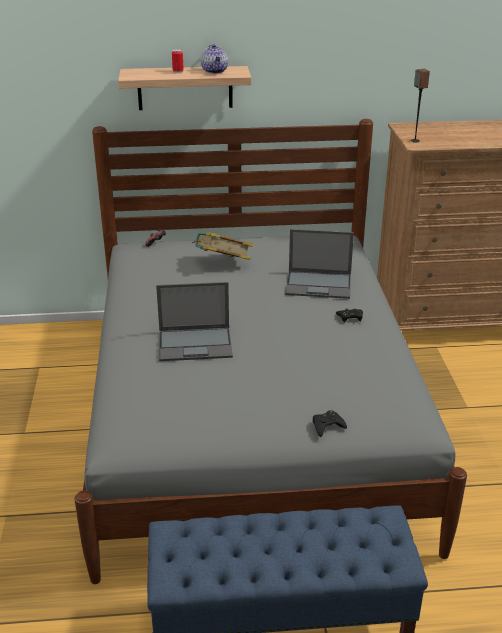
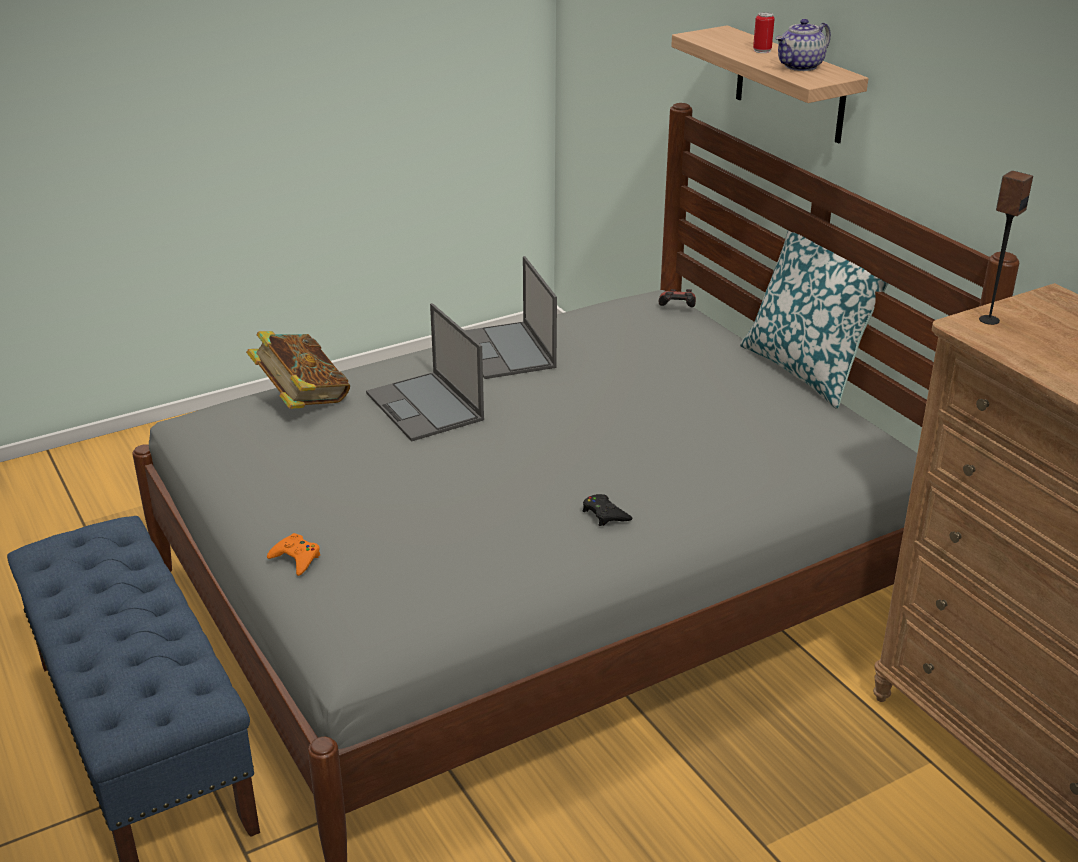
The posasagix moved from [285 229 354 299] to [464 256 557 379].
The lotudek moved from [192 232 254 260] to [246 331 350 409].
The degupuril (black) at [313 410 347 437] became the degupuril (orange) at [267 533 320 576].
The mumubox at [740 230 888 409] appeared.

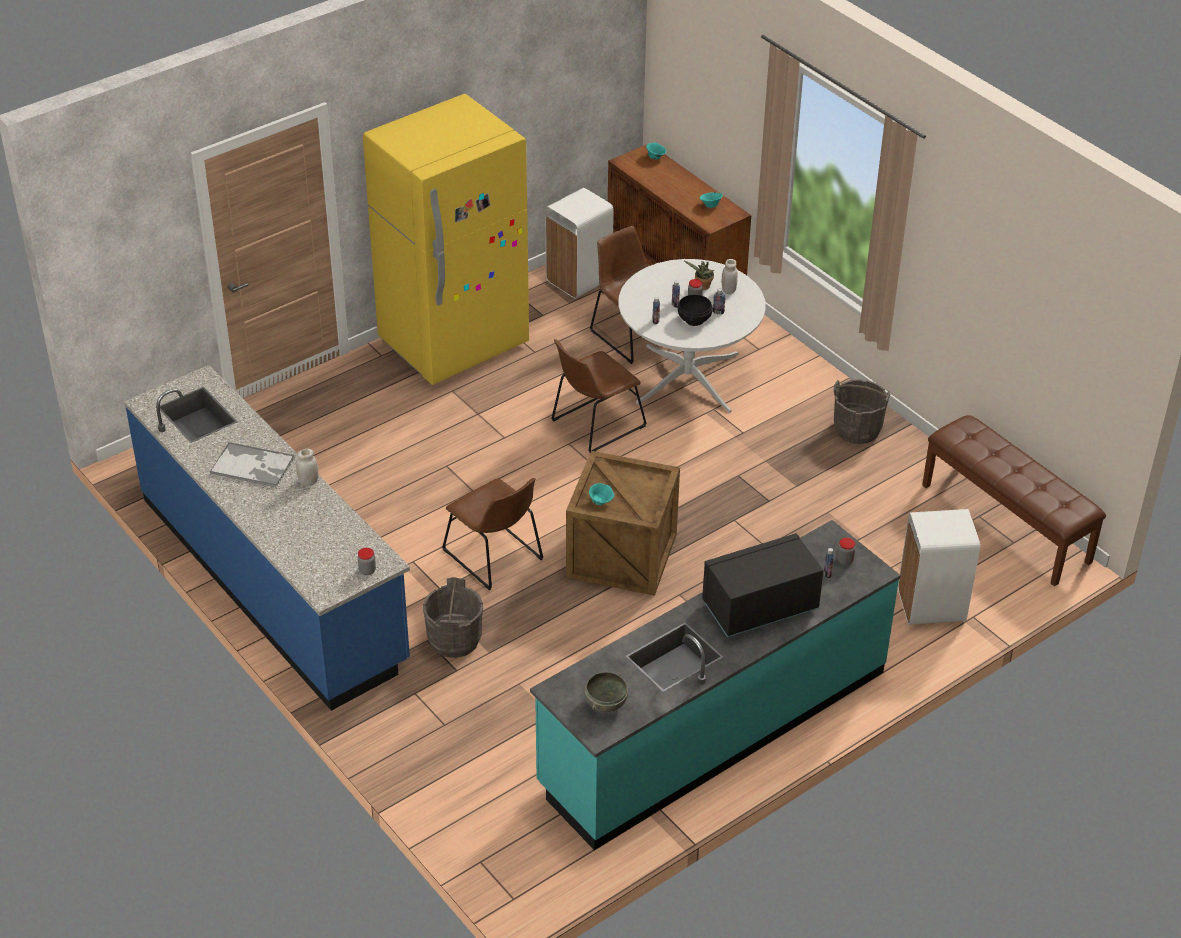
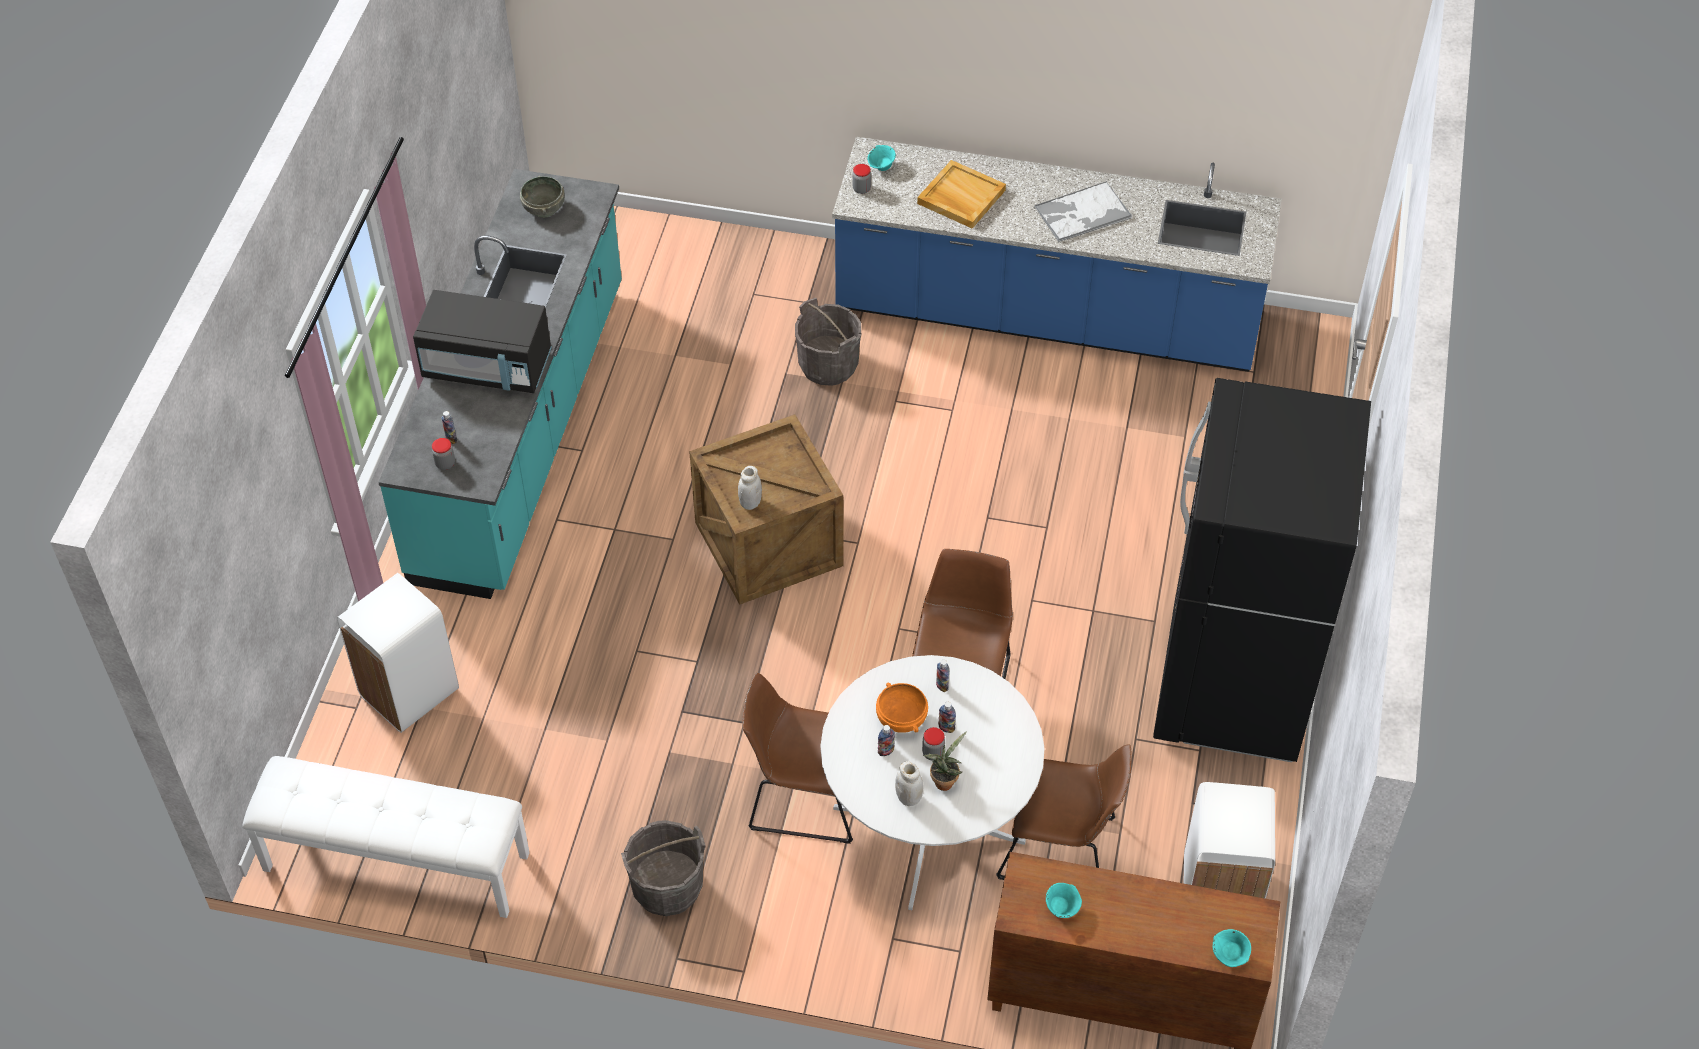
The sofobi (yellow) at [363 94 529 385] became the sofobi (black) at [1153 378 1371 762].
The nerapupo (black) at [678 295 713 326] became the nerapupo (orange) at [876 683 928 733].
The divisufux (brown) at [922 415 1106 586] became the divisufux (white) at [242 756 530 918].
The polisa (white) moved from [296 449 319 486] to [738 466 762 510].
The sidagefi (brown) moved from [442 478 543 590] to [742 673 853 844].
The nerapupo (turquoise) moved from [589 483 614 505] to [867 145 896 171].
The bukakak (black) at [702 533 823 638] turned 75 degrees clockwise.
The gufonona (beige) at [917 160 1006 229] appeared.

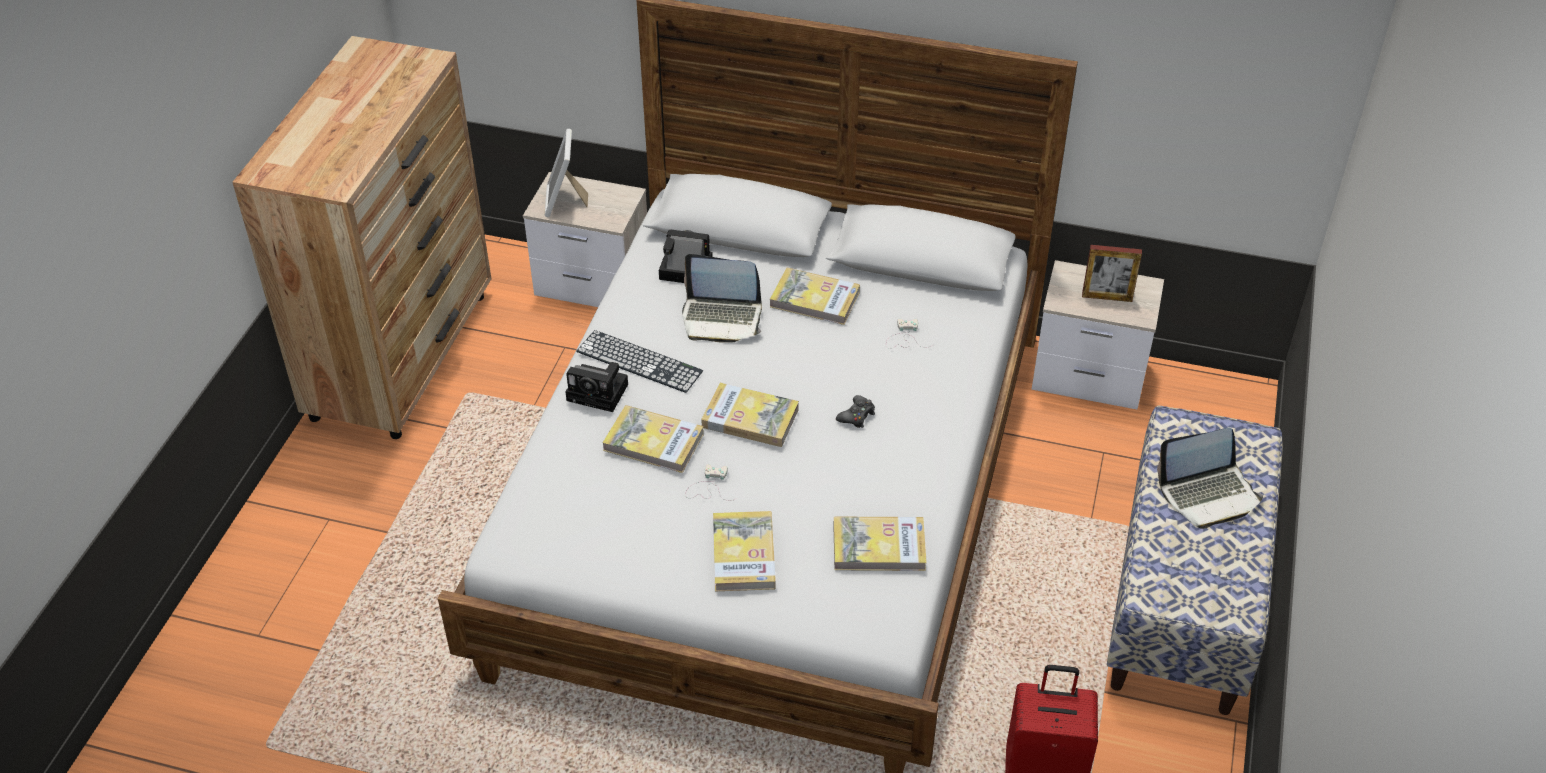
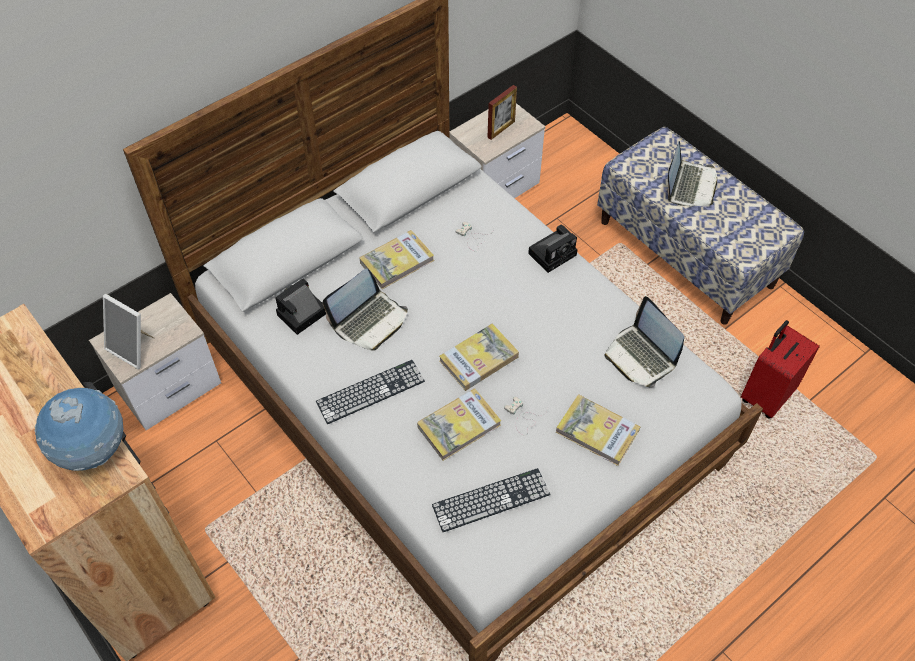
The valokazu moved from [566 362 628 412] to [528 225 578 273].
The degupuril (black) at [836 395 875 428] disappeared.
The lotudek at [833 516 927 571] was replaced by the posasagix at [604 296 684 388].
The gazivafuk at [35 388 123 471] appeared.
The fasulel at [432 468 551 532] appeared.

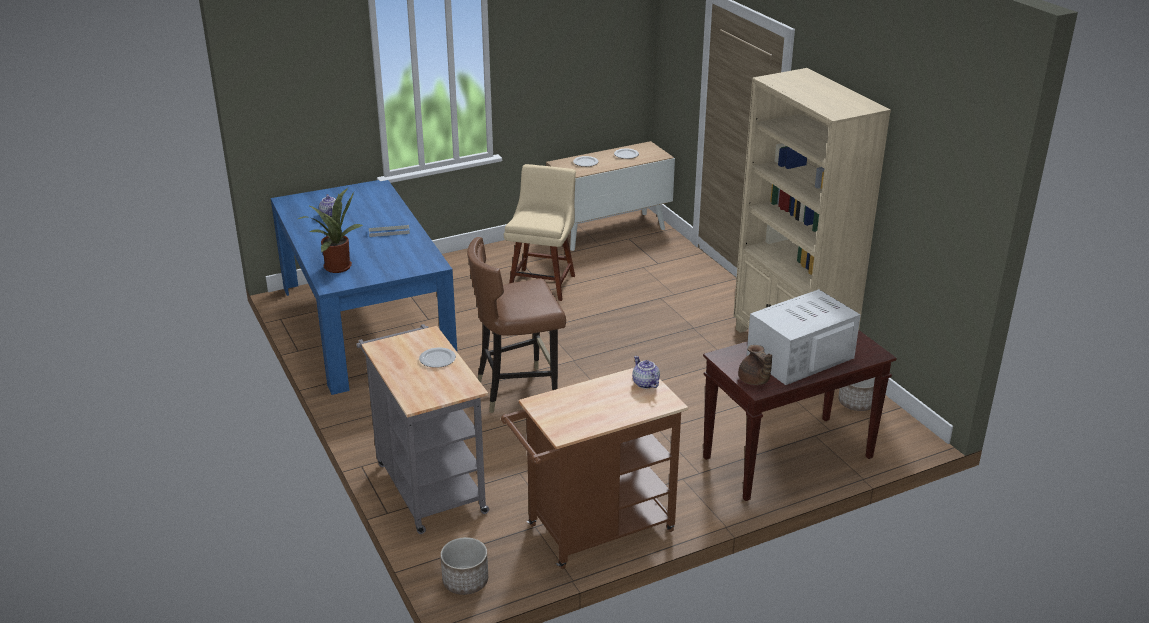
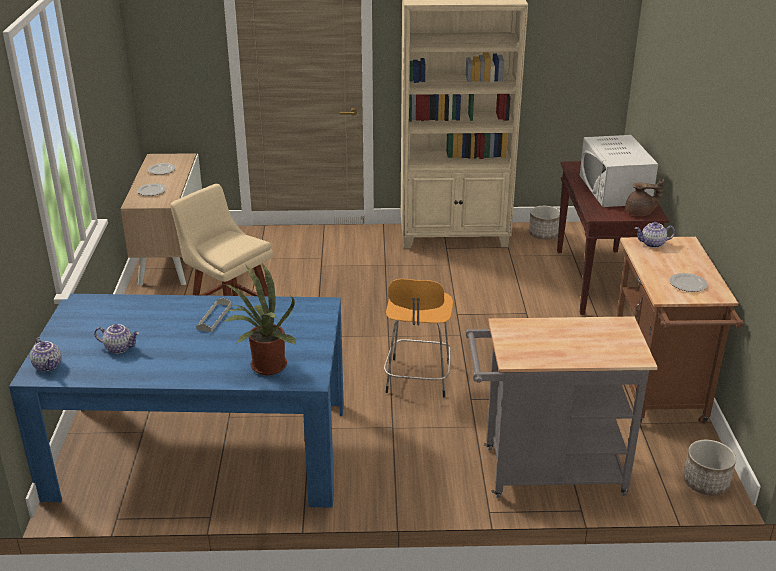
The sidagefi (brown) at [467 237 566 413] was replaced by the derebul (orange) at [384 279 453 397].
The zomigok moved from [419 348 456 368] to [670 273 707 292].
The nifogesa at [30 338 62 371] appeared.

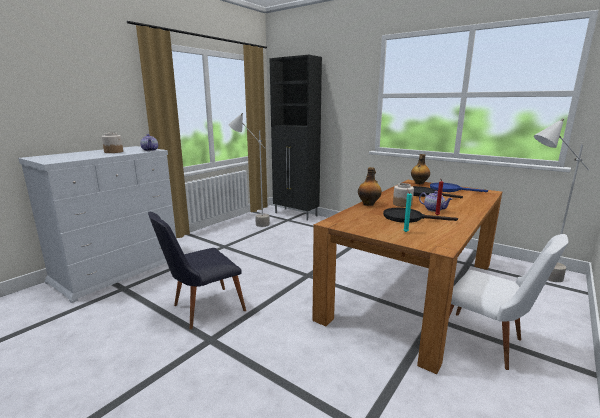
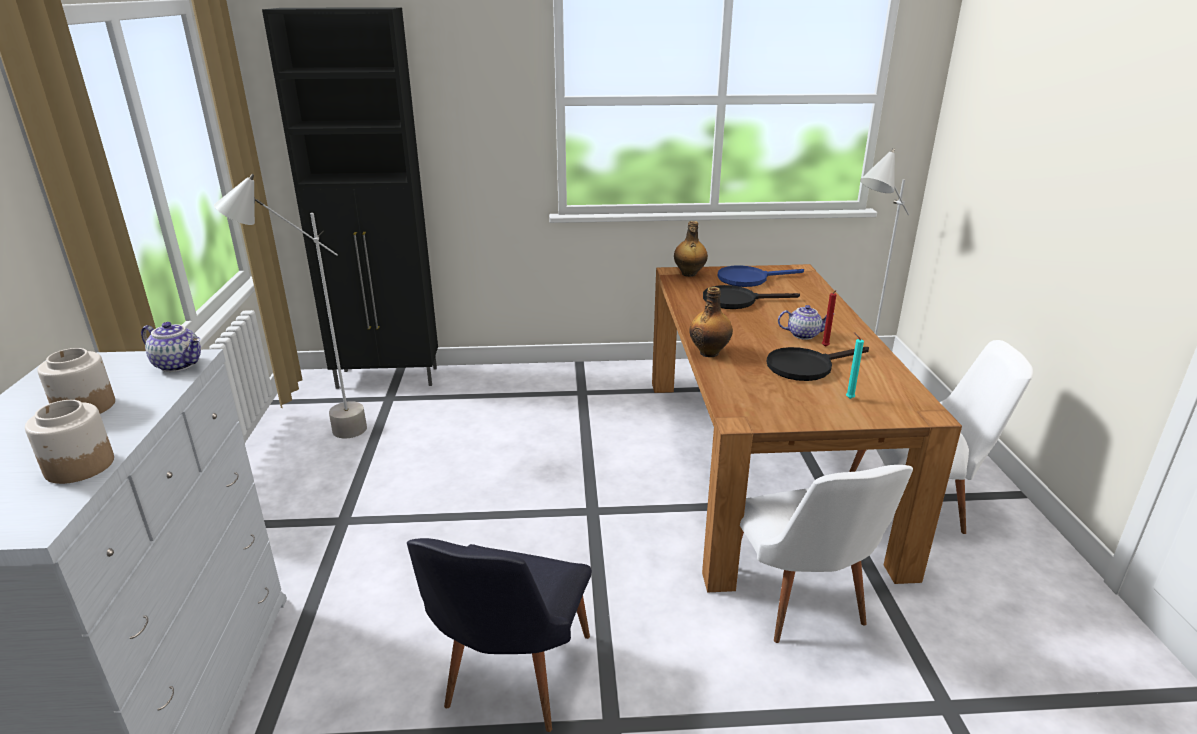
The polisa moved from [393 183 414 207] to [25 400 114 484].
The sidagefi (white) at [740 465 913 643] appeared.

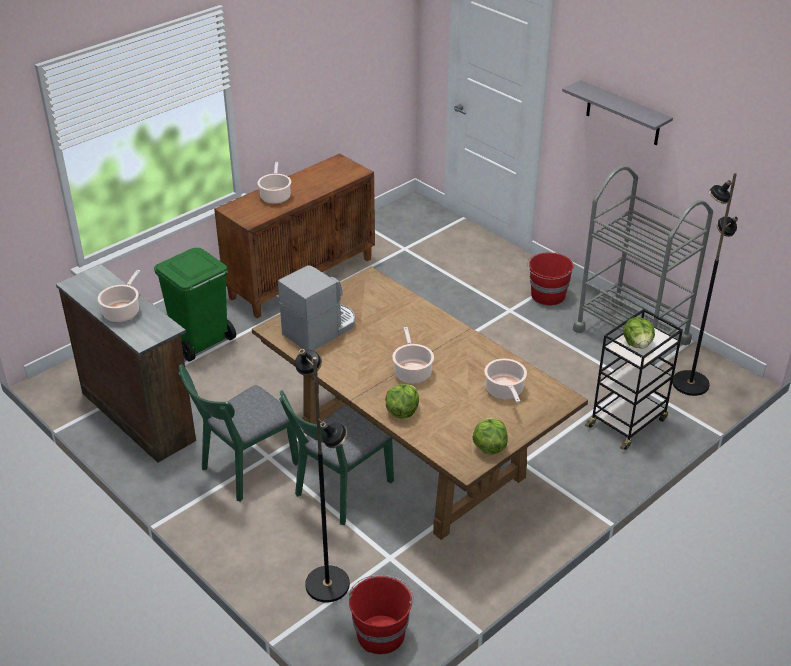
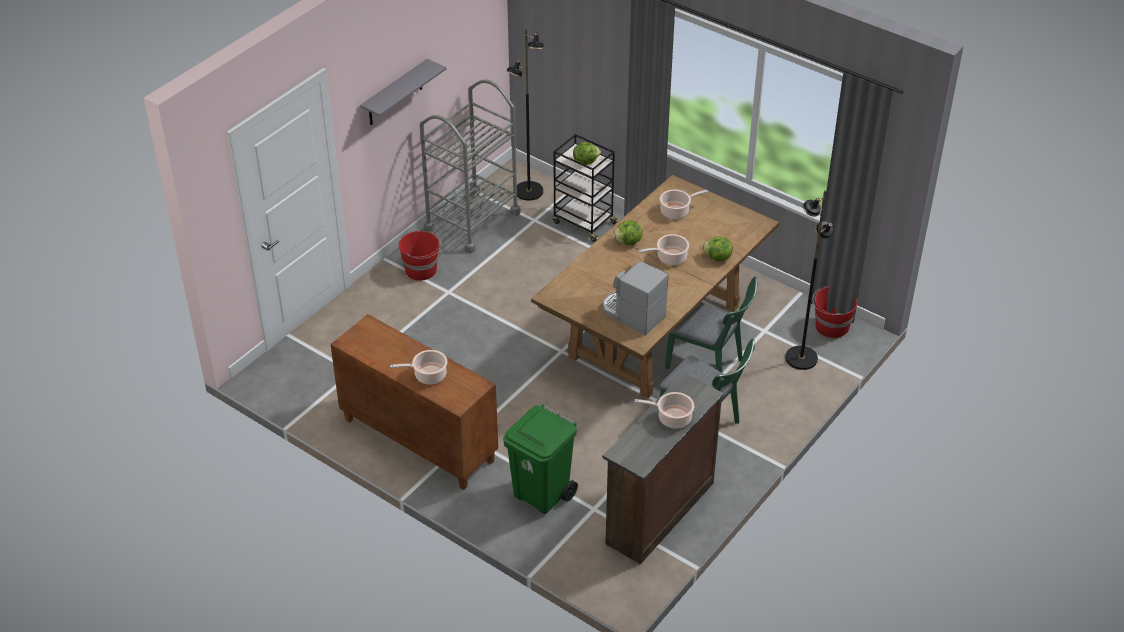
The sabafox moved from [472 418 508 454] to [613 220 642 245].

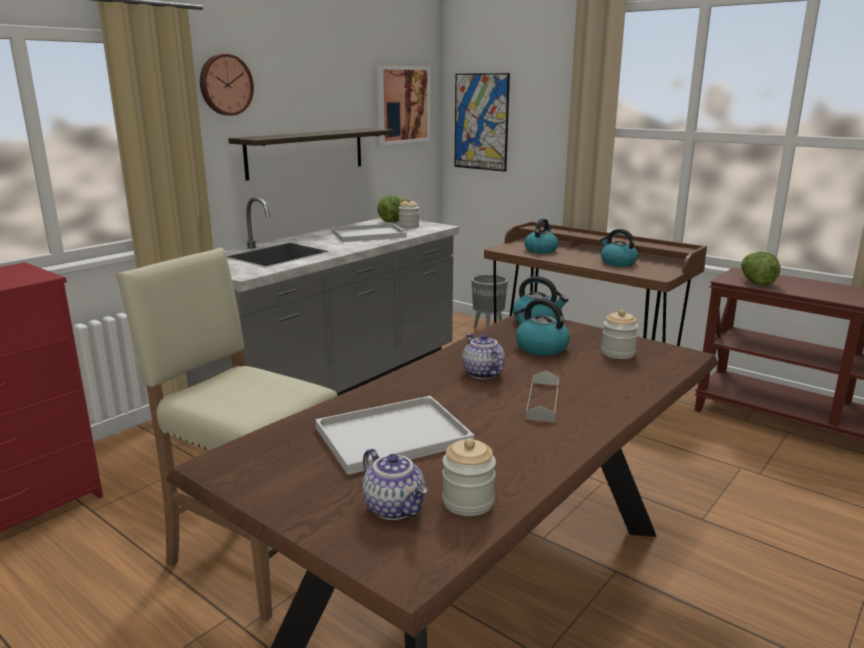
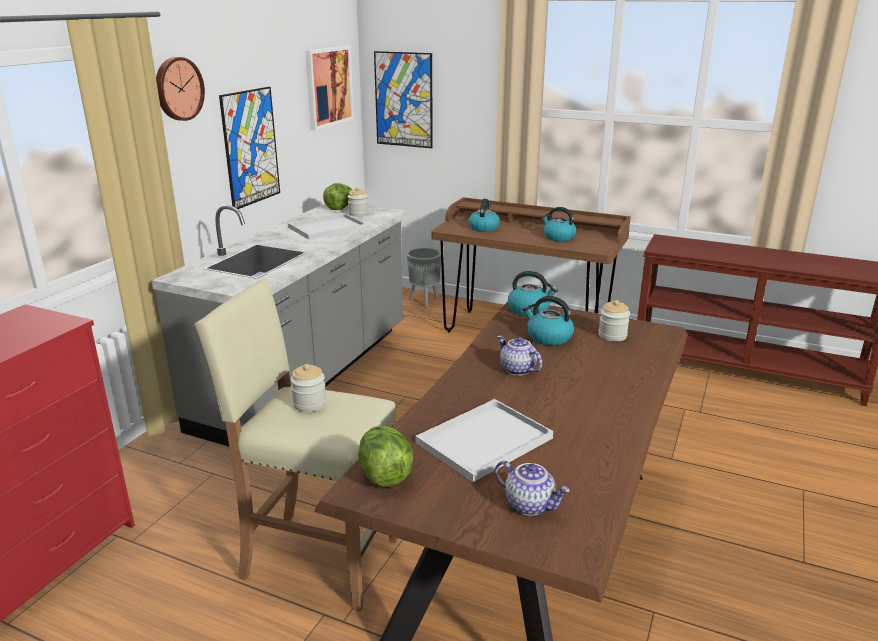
The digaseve at [228 128 394 181] was replaced by the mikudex at [219 87 280 209].
The sabafox moved from [741 251 780 286] to [358 426 414 487].
The gufonona (grey) at [526 371 559 422] disappeared.
The polisa moved from [442 438 496 516] to [290 364 326 412].

